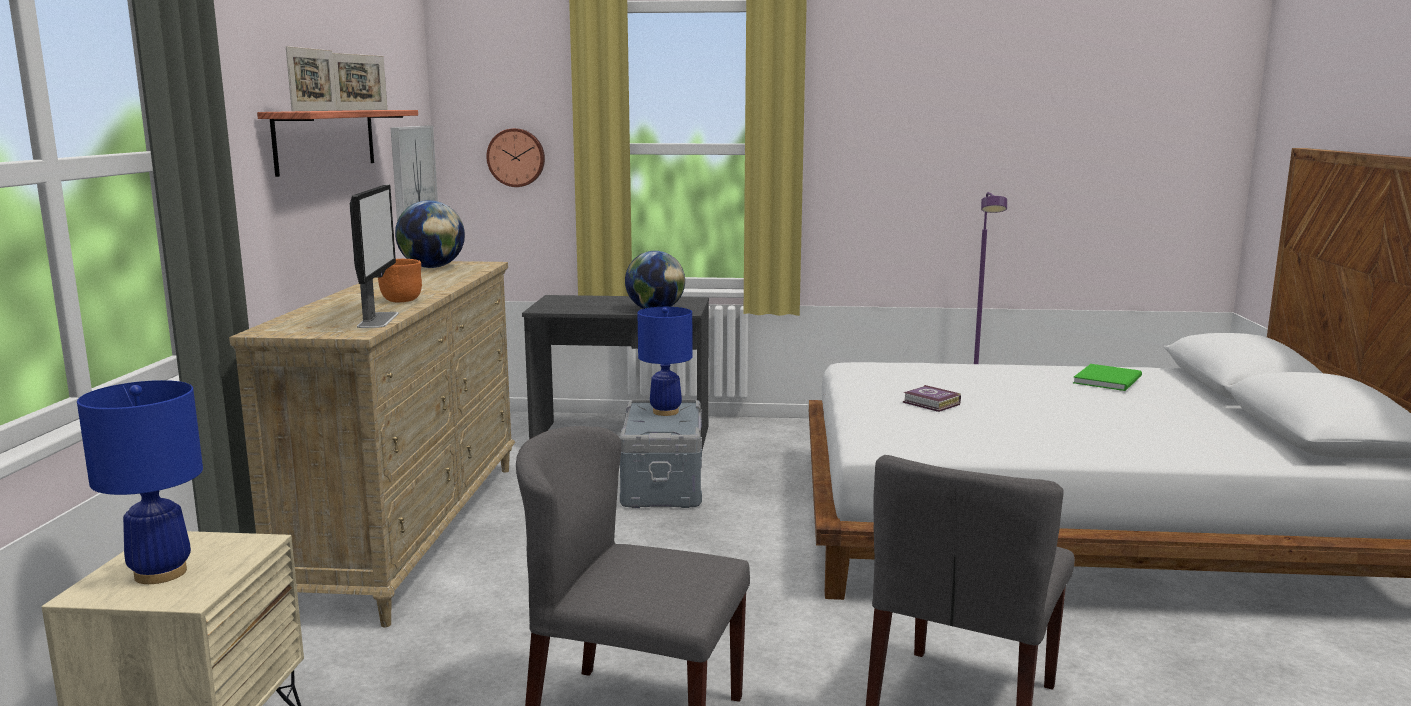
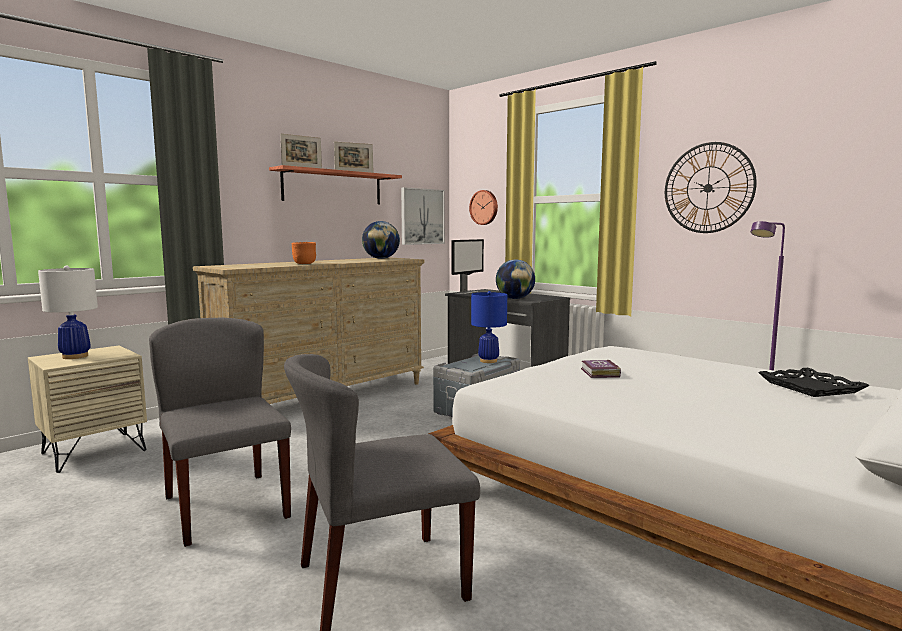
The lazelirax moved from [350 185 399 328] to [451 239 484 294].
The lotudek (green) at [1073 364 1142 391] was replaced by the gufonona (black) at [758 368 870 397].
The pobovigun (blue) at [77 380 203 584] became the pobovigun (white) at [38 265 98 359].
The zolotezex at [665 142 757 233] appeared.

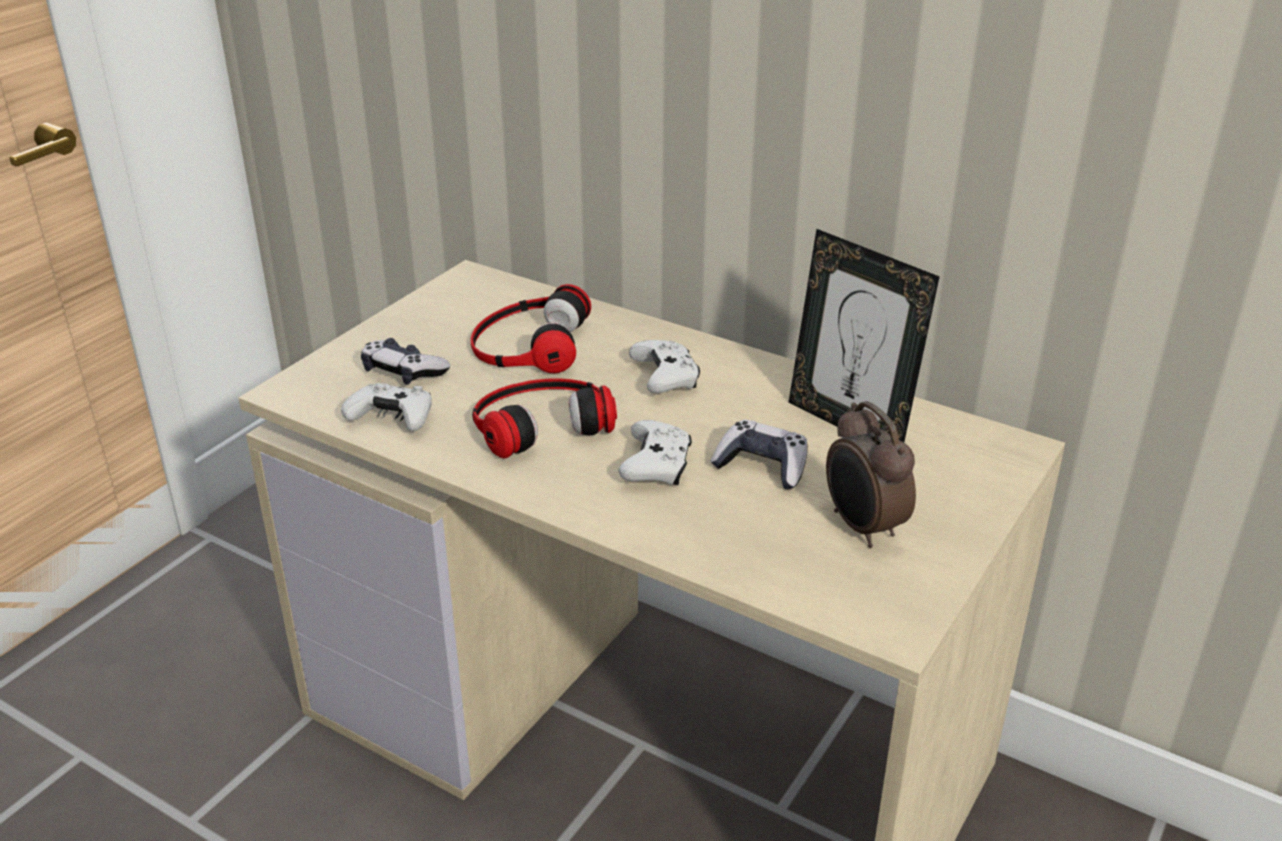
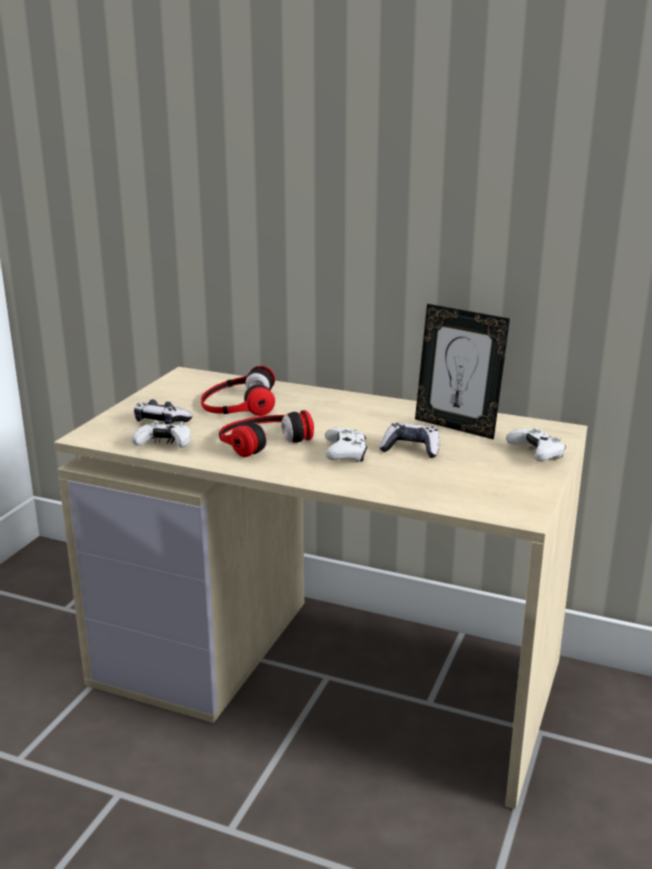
The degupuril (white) moved from [629 340 700 393] to [506 428 566 462].
The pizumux at [826 401 916 548] disappeared.

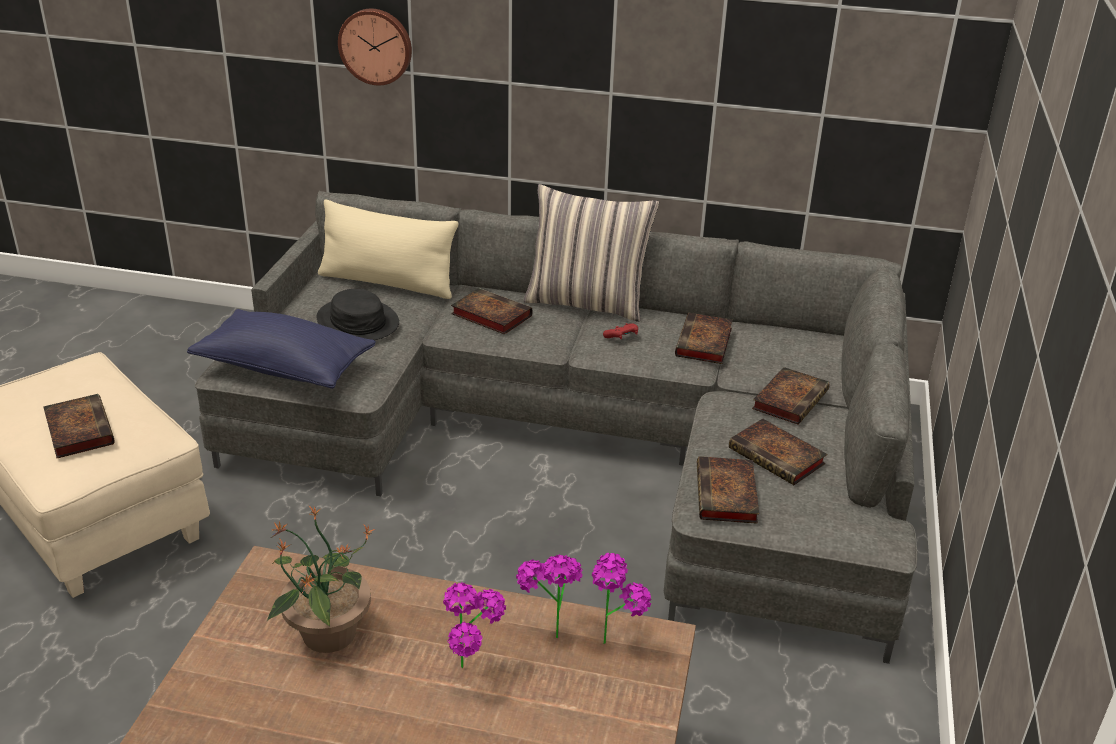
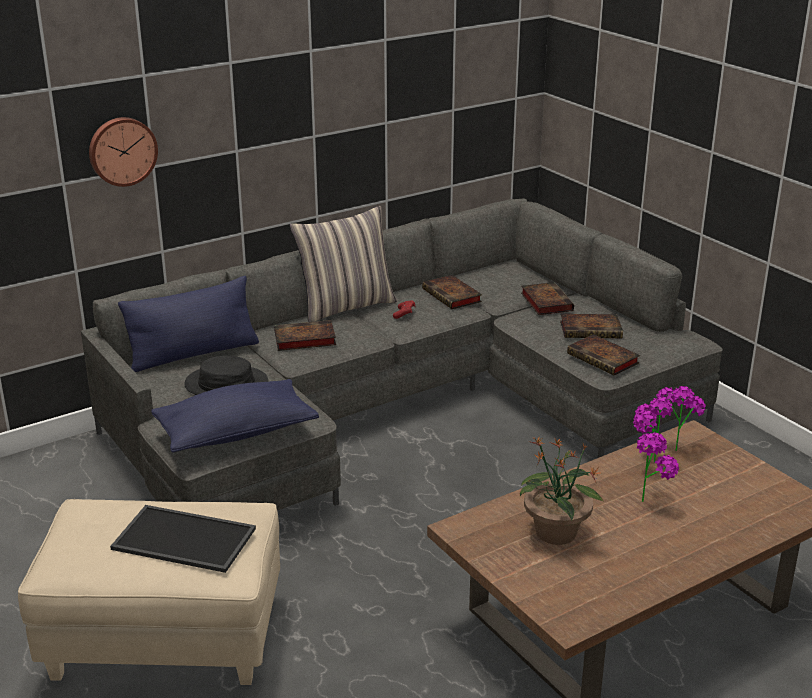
The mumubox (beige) at [318 199 458 299] became the mumubox (blue) at [118 276 259 372].
The lotudek at [43 394 115 458] was replaced by the gufonona at [110 505 256 573].

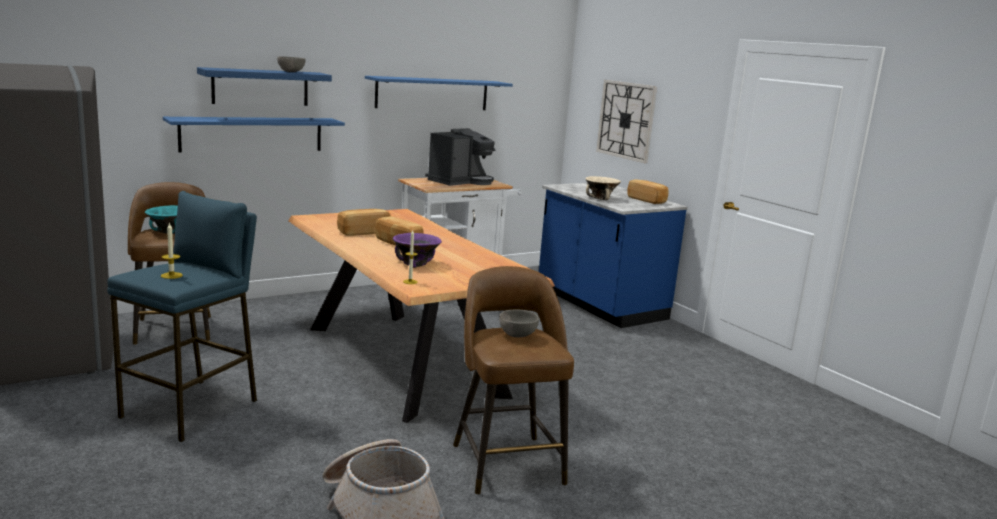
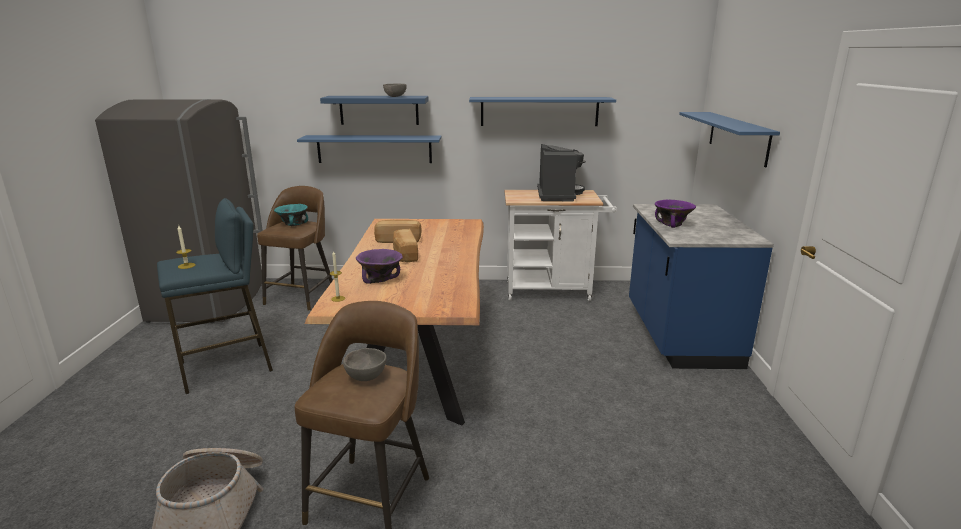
The zolotezex at [596 80 657 163] was replaced by the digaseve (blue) at [679 112 780 168].
The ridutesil at [425 128 495 186] turned 75 degrees counterclockwise.
The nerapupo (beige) at [585 176 621 200] became the nerapupo (purple) at [655 200 696 228].
The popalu at [628 179 669 204] disappeared.

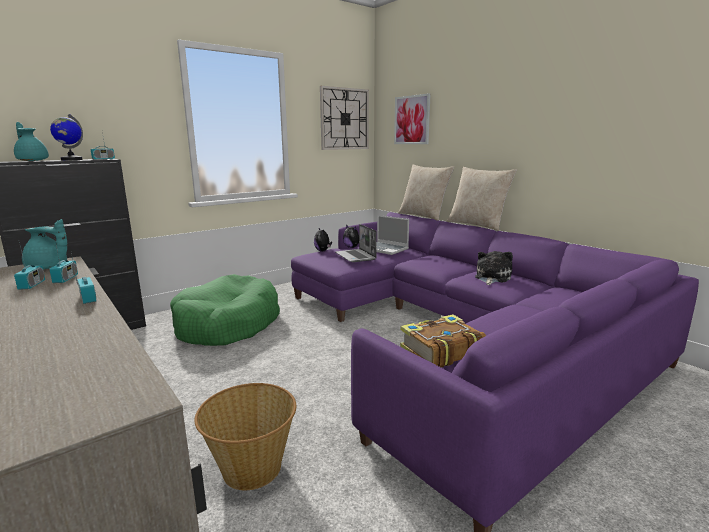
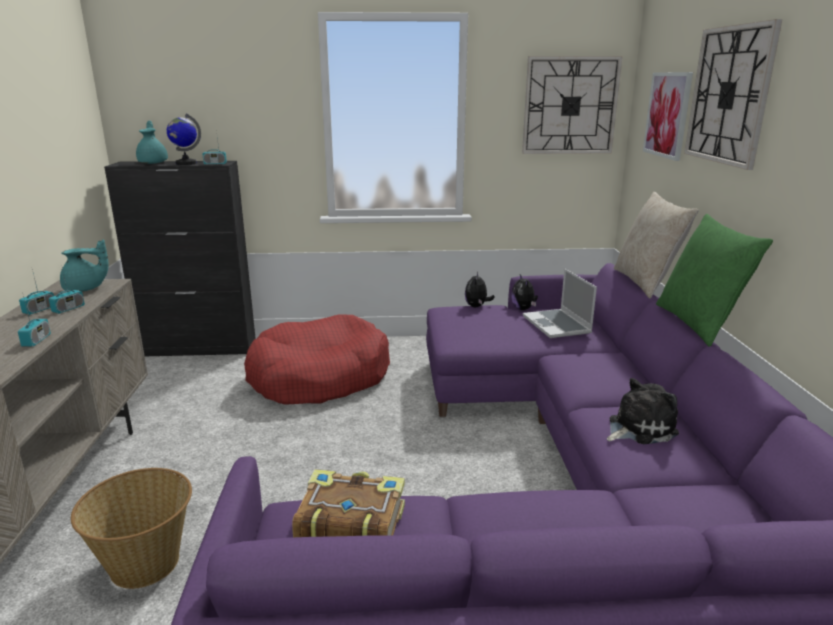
The mumubox (beige) at [447 167 517 231] became the mumubox (green) at [656 214 773 347].
The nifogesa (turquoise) at [22 219 67 269] turned 60 degrees counterclockwise.
The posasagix at [335 224 377 262] disappeared.
The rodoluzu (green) at [170 274 280 346] became the rodoluzu (red) at [244 314 390 405].
The zolotezex at [684 19 782 170] appeared.

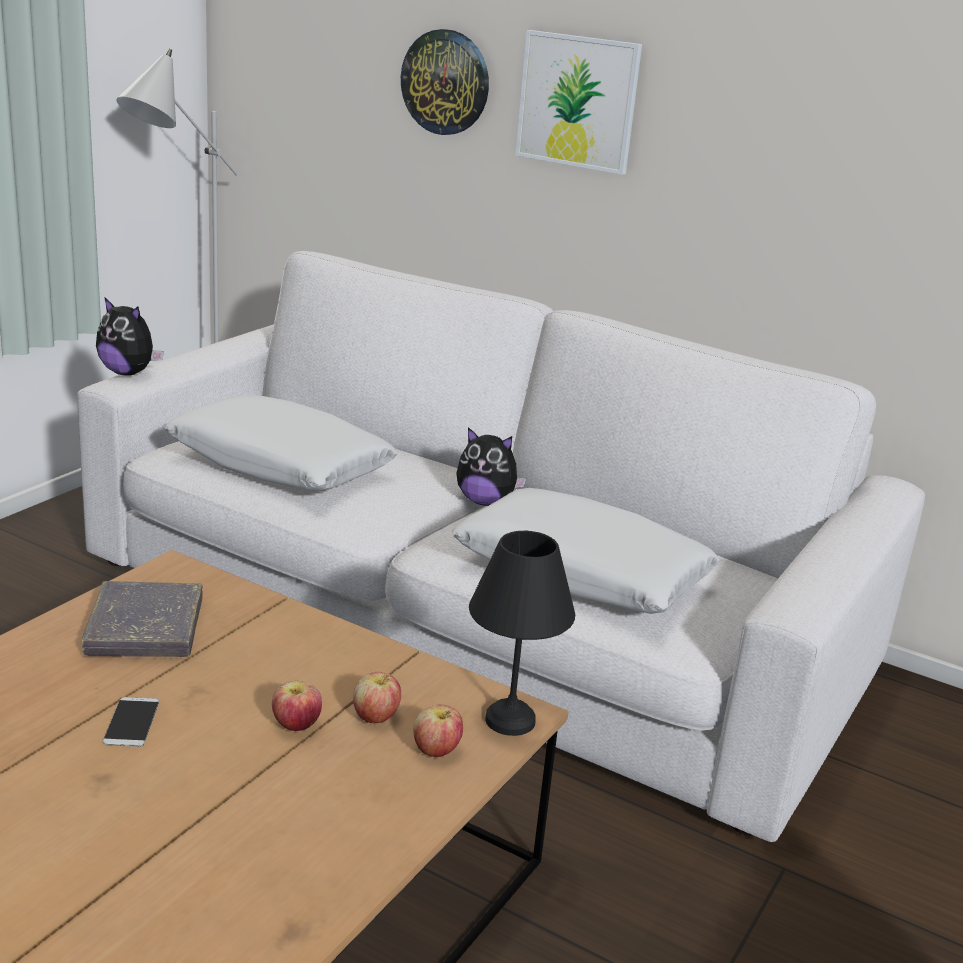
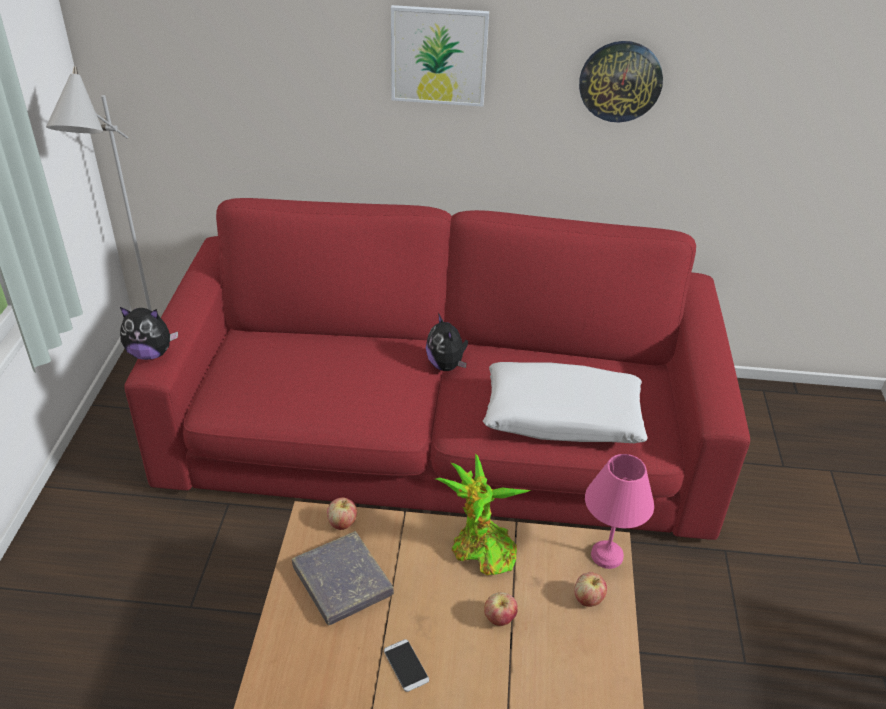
The zolotezex moved from [401 29 489 135] to [579 41 663 122].
The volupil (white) at [77 251 925 842] became the volupil (red) at [124 198 750 540].
The mumubox (white) at [165 395 398 491] disappeared.
The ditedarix at [456 427 526 506] turned 75 degrees clockwise.
The pobovigun (black) at [469 531 575 736] became the pobovigun (pink) at [585 454 654 569].
The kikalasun moved from [353 672 401 723] to [327 498 357 530].
The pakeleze at [436 454 531 575] appeared.

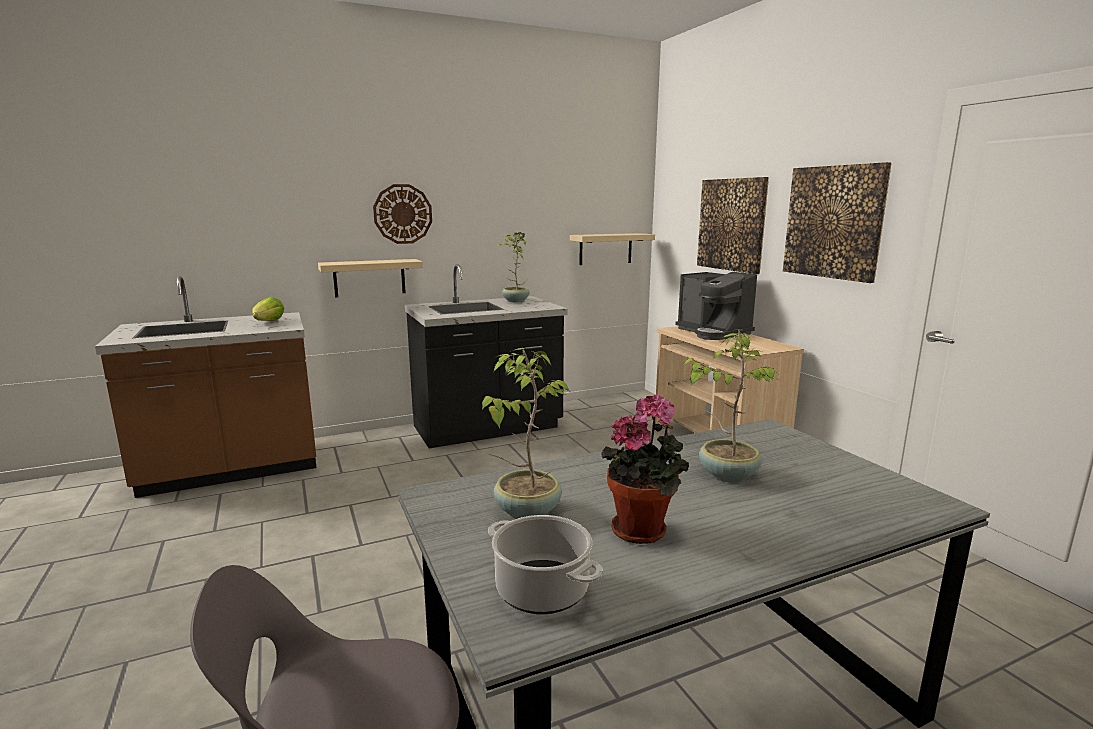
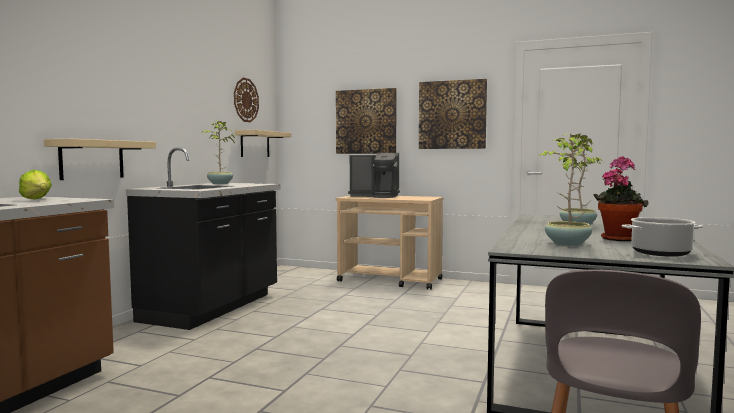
The zolotezex moved from [373 184 432 244] to [234 78 259 122].

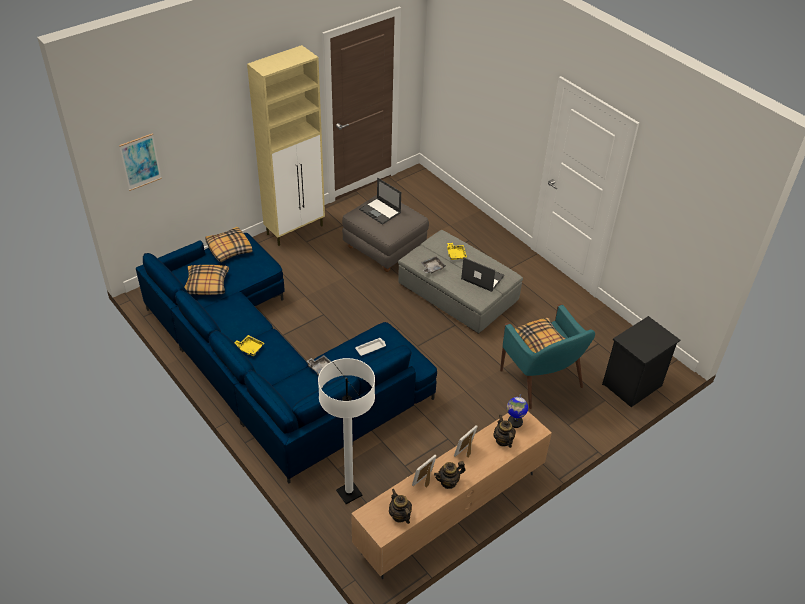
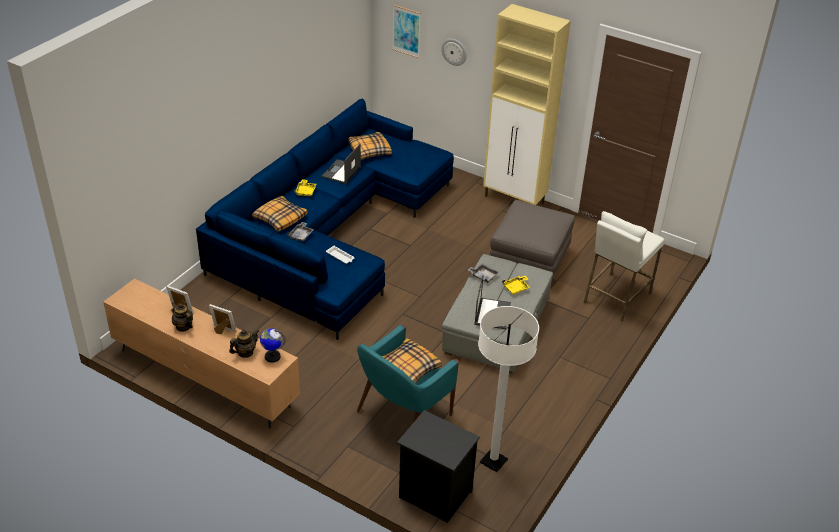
The posasagix moved from [359 178 401 225] to [321 144 361 184].
The mumubox moved from [205 227 253 263] to [252 196 307 232].
The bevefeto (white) moved from [318 358 375 504] to [478 306 539 472].
The nifogesa at [389 489 412 524] disappeared.
The zolotezex at [441 39 467 66] appeared.
The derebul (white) at [583 211 664 322] appeared.

